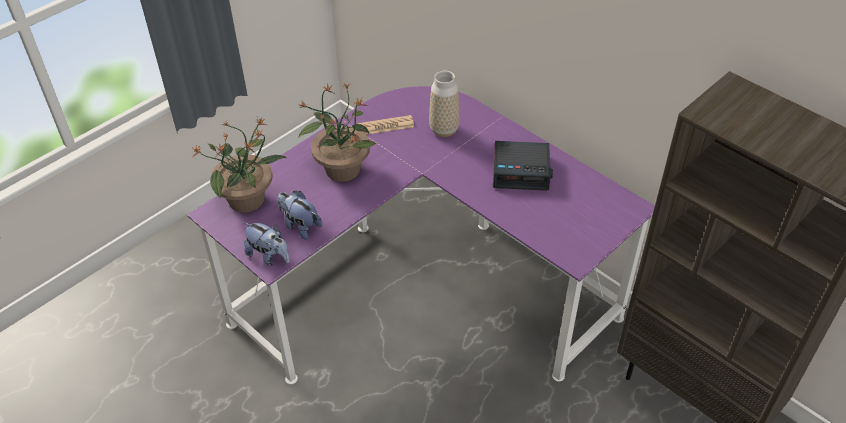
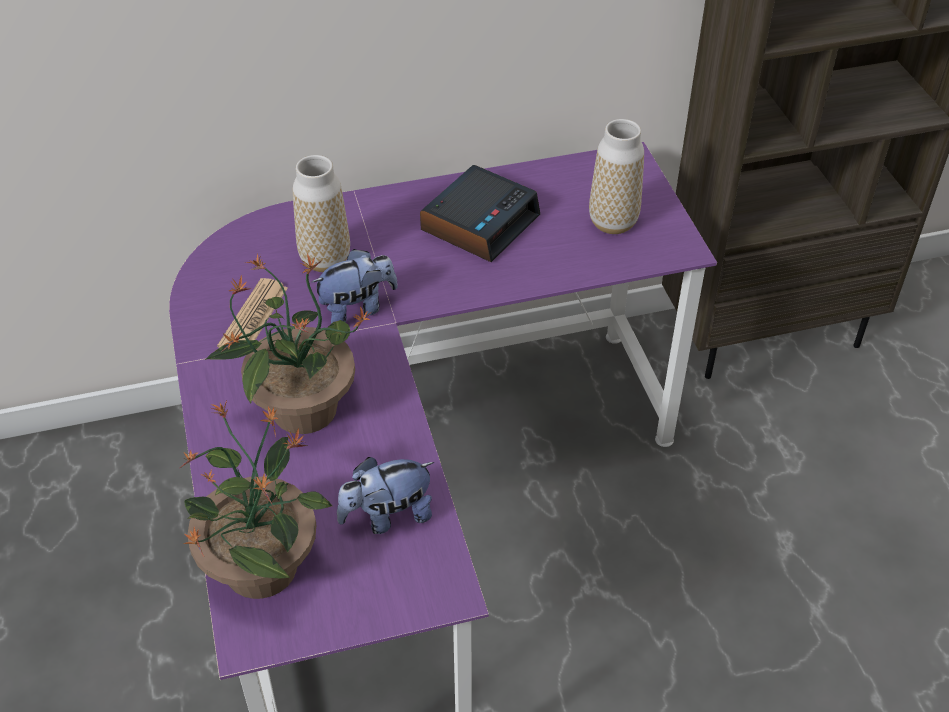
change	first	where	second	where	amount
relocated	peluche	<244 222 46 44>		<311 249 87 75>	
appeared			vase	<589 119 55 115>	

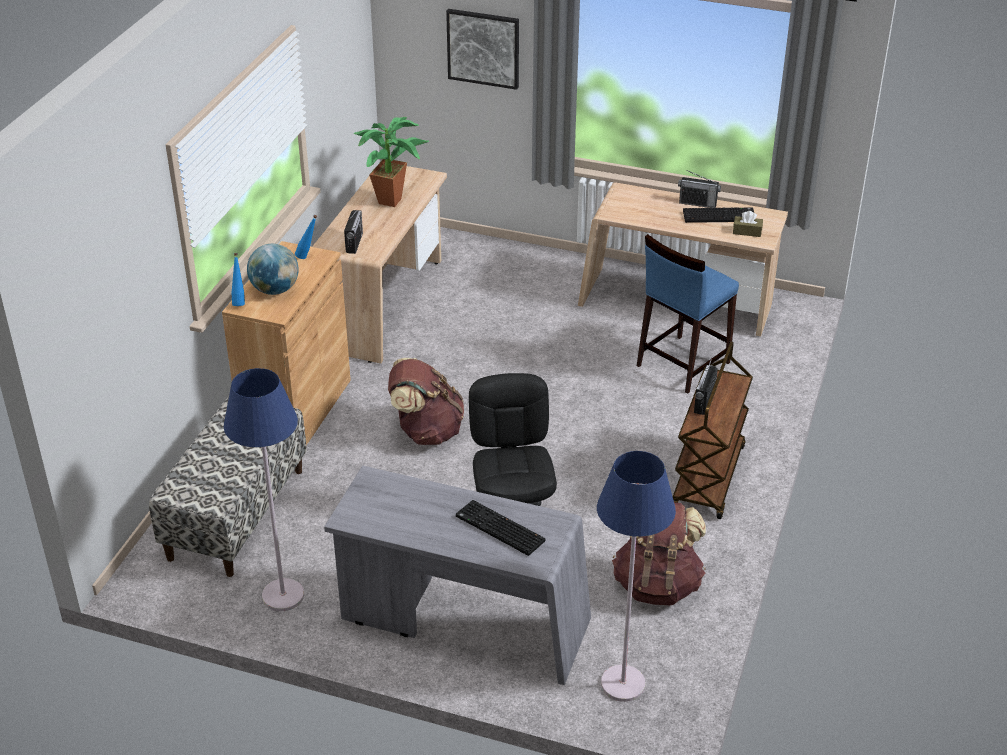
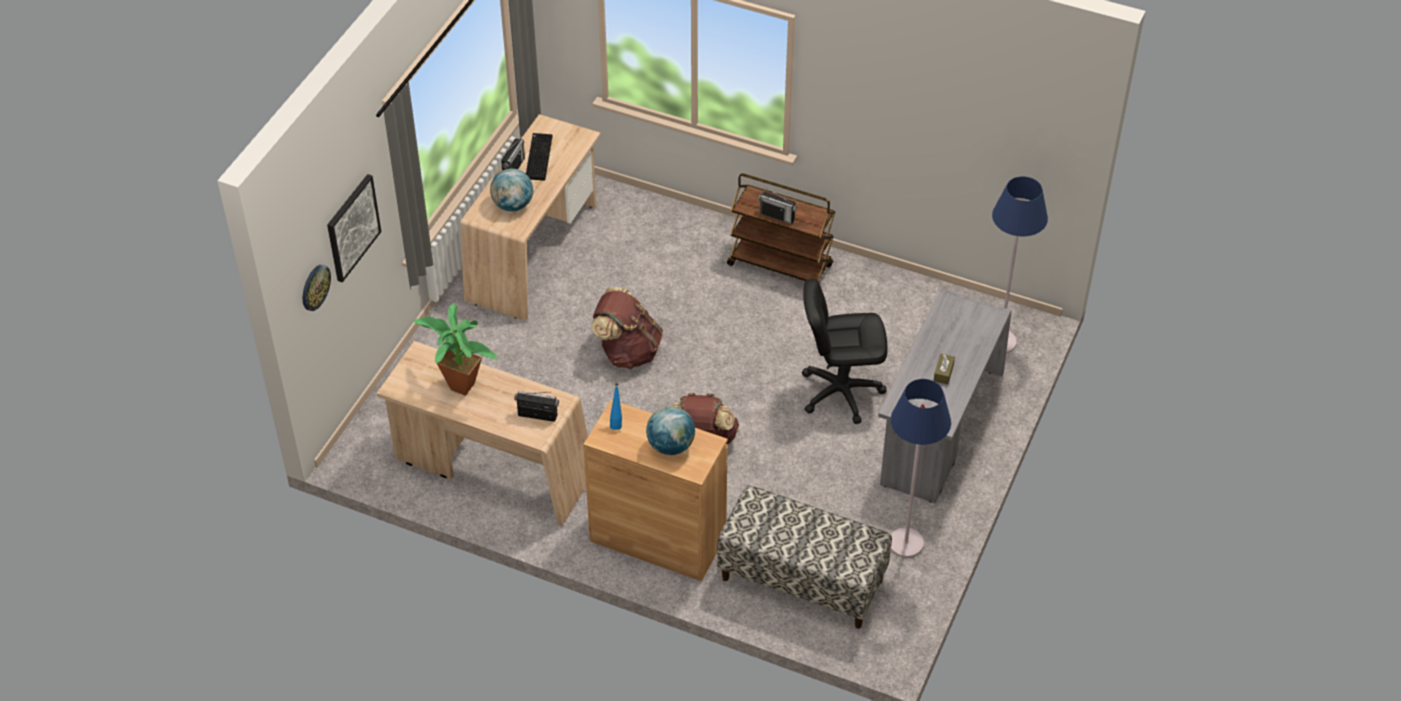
change	first	where	second	where	amount
appeared			horloge murale	<303 265 28 46>	
appeared			globe	<490 169 43 42>	
relocated	sac à dos [marron]	<612 502 94 103>		<592 287 71 82>	
relocated	boîte à mouchoirs [marron]	<733 211 30 26>		<934 354 21 31>	
missing	bouteille [bleu]	<232 253 13 53>			
missing	clavier	<456 500 89 56>			
missing	tabouret [bleu]	<637 234 102 160>			

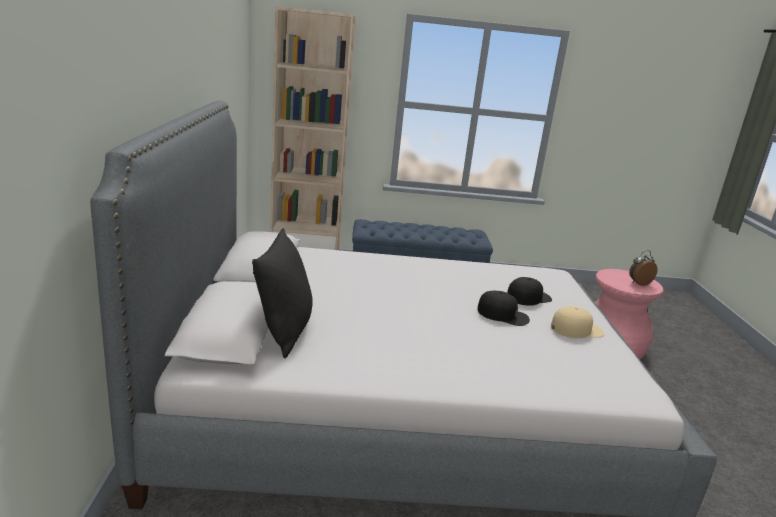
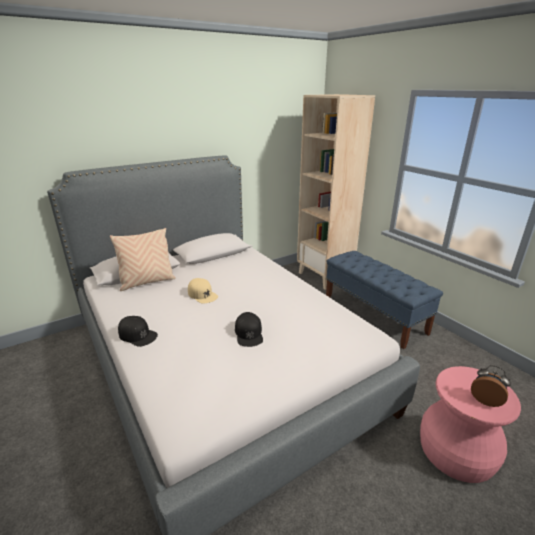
change	first	where	second	where	amount
colour	coussin [noir]	<252 228 61 130>	coussin [beige]	<110 228 66 63>	
relocated	casquette [noir]	<507 277 45 29>		<118 316 40 31>	
relocated	casquette [beige]	<551 306 53 32>		<188 278 30 26>	

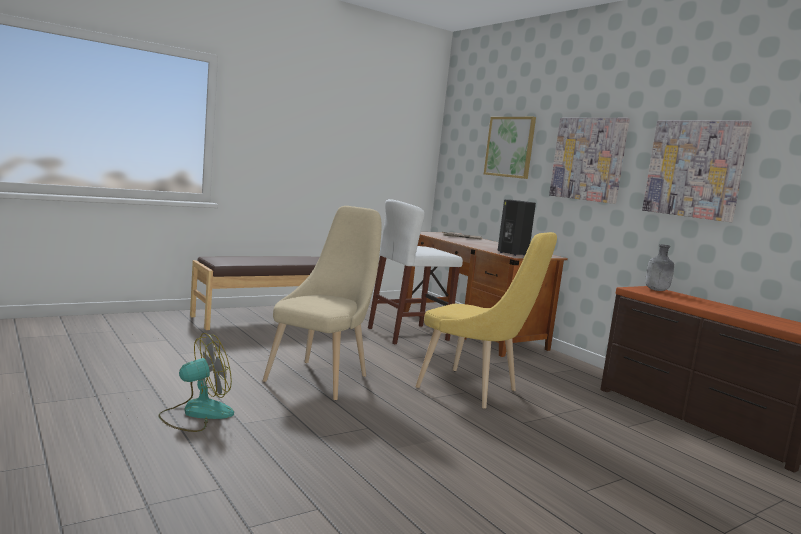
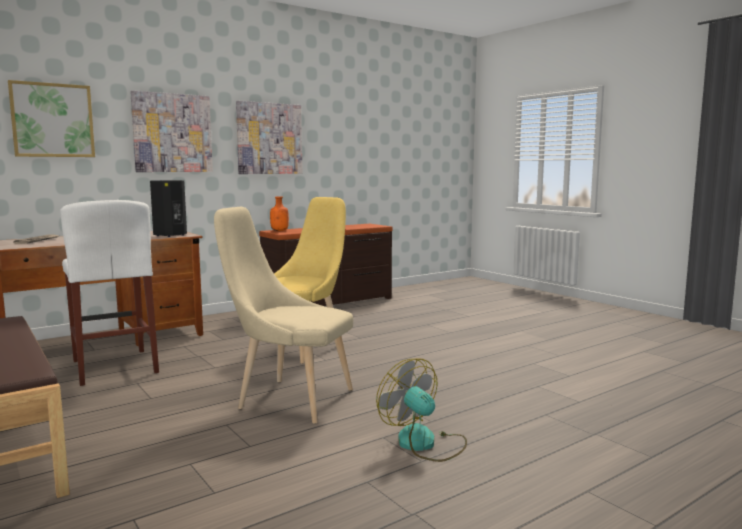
change	first	where	second	where	amount
colour	bouteille [gris]	<646 244 28 47>	bouteille [orange]	<270 196 19 35>	

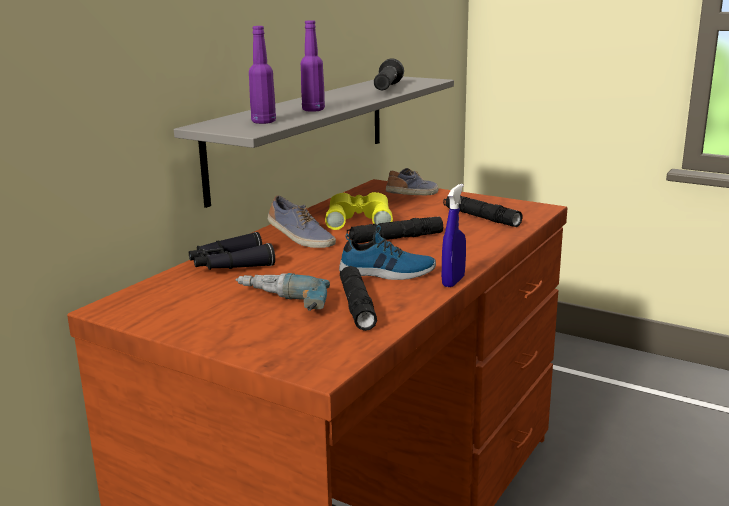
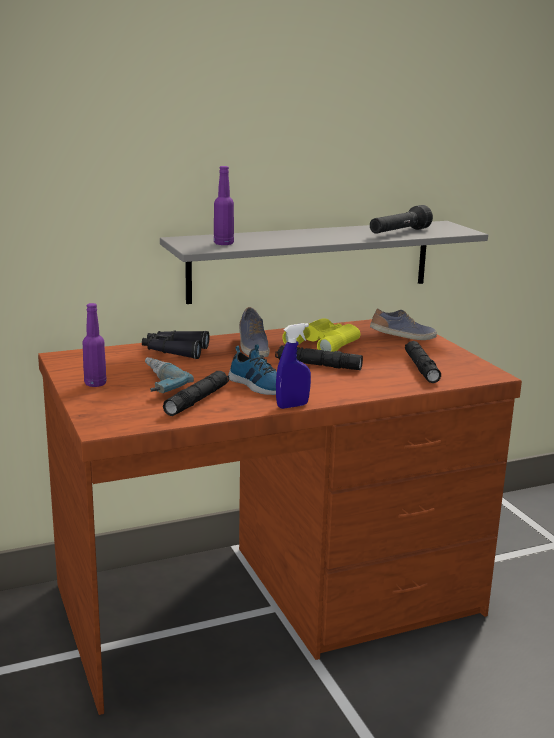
change	first	where	second	where	amount
relocated	bouteille [violet]	<301 20 24 92>		<82 303 25 84>	

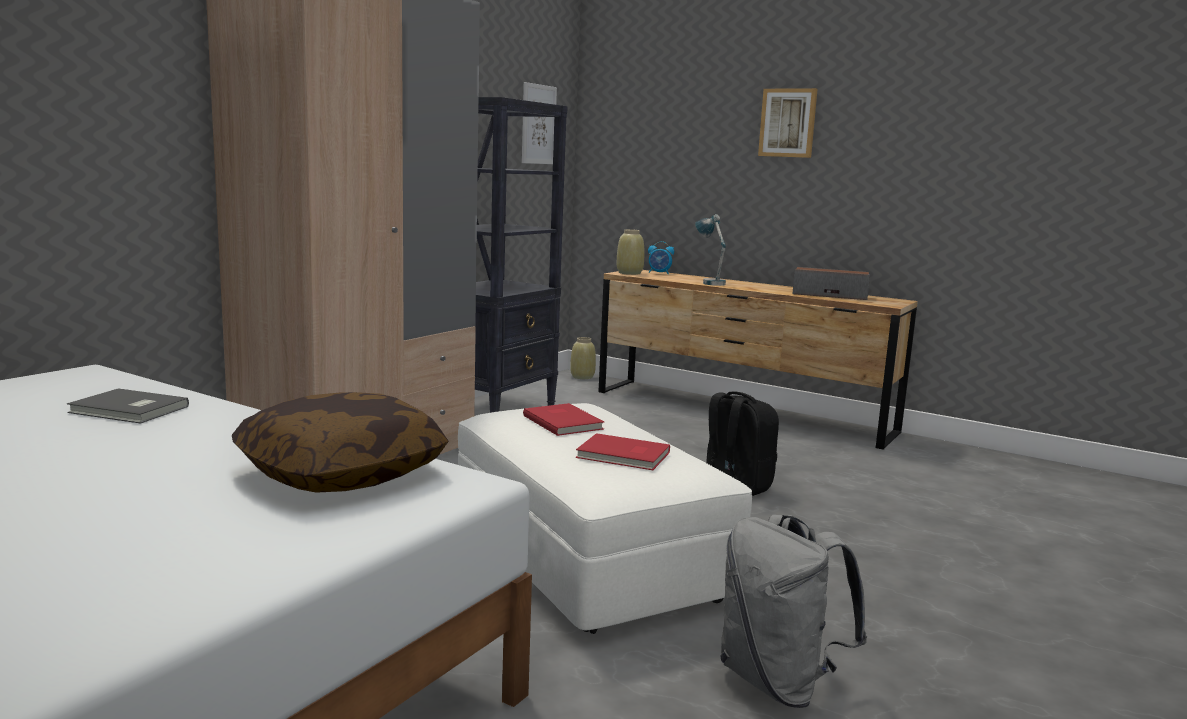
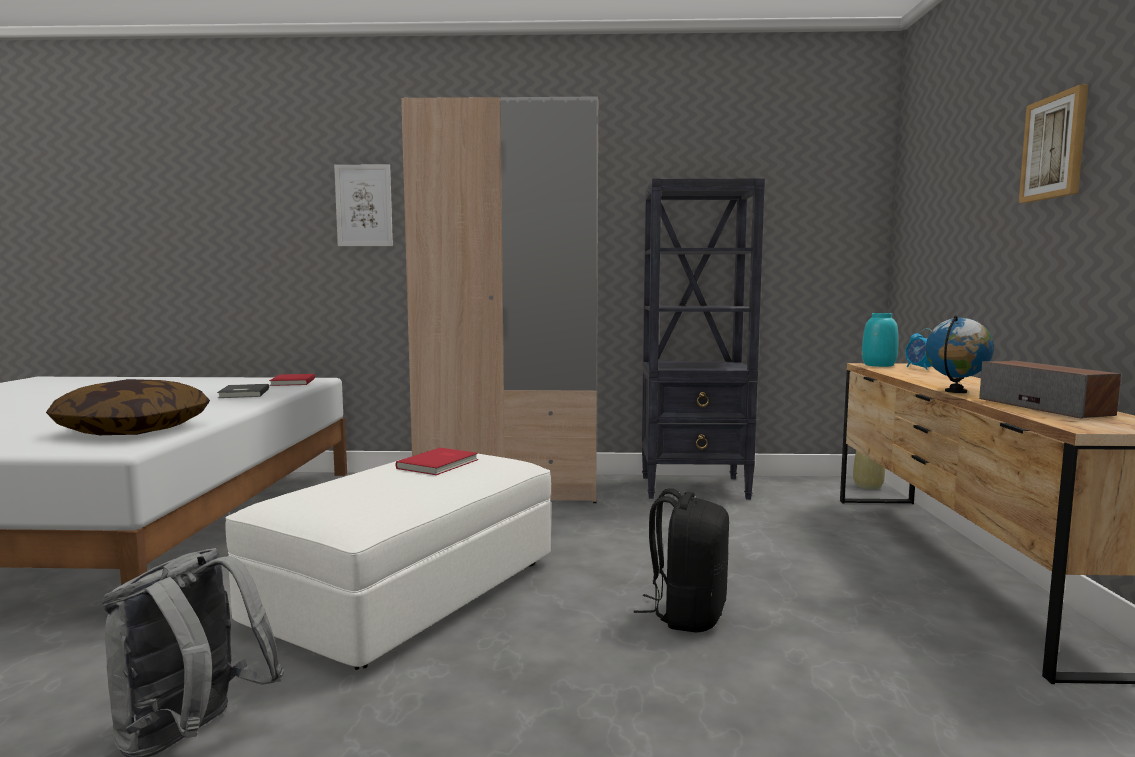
change	first	where	second	where	amount
relocated	livre [rouge]	<576 433 94 37>		<269 374 46 12>	
relocated	tableau	<522 82 35 82>		<334 164 59 82>	
colour	vase [beige]	<617 229 27 46>	vase [turquoise]	<862 313 37 54>	
appeared			globe	<926 316 68 77>	
missing	lampe de table	<695 214 31 72>			

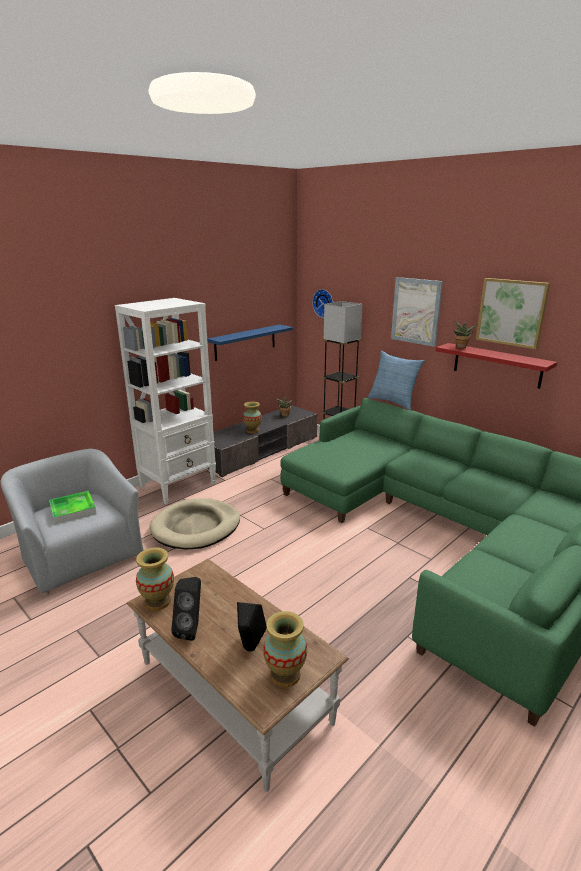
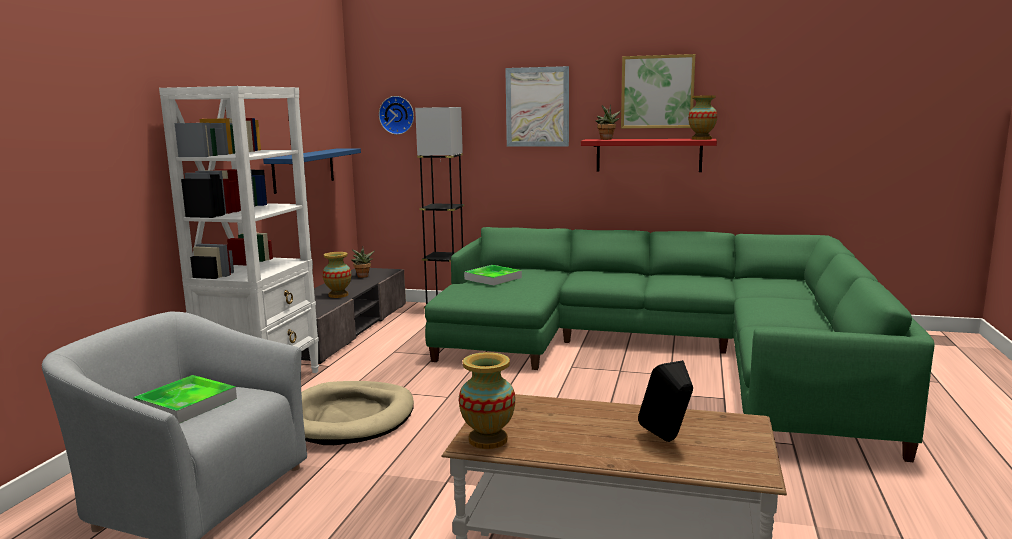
change	first	where	second	where	amount
appeared			plateau	<464 265 58 21>	
relocated	vase	<263 611 44 76>		<688 95 29 45>	
missing	enceinte [noir]	<171 577 30 64>			
missing	coussin	<368 350 57 60>			

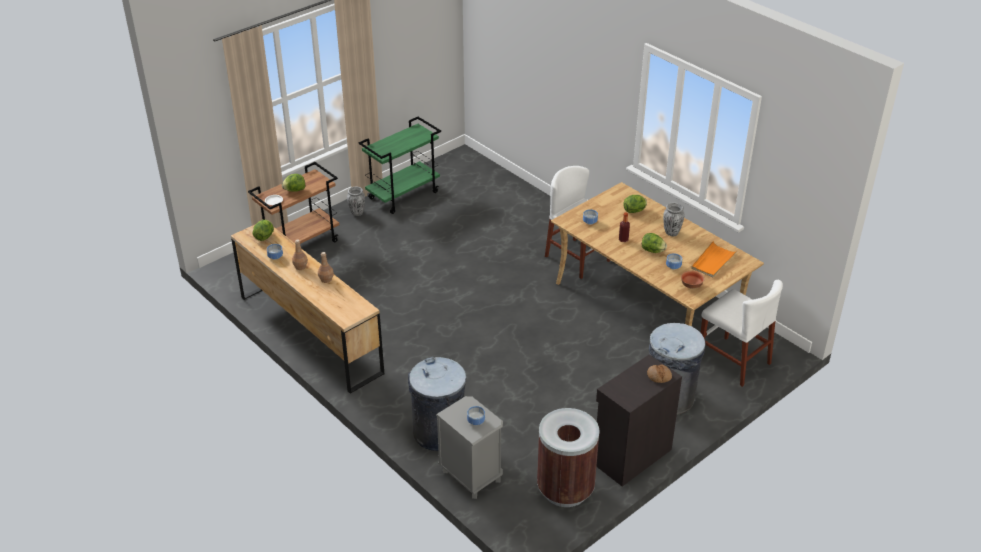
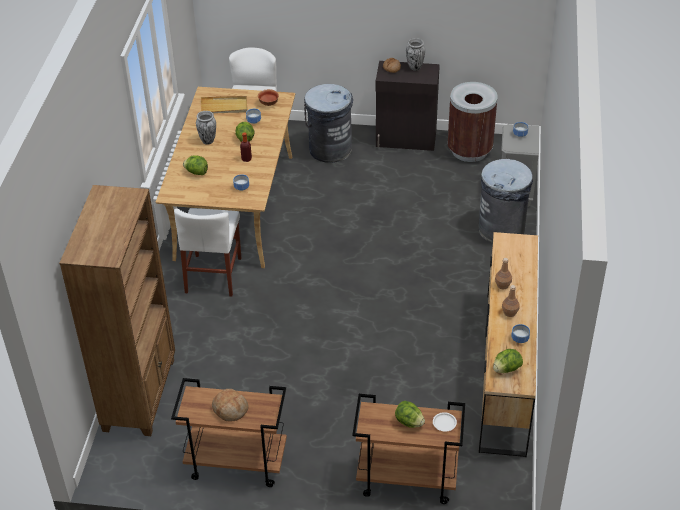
change	first	where	second	where	amount
appeared			bibliothèque [marron]	<59 185 116 251>	
colour	chariot [vert]	<359 117 82 97>	chariot [marron]	<171 378 116 109>	
colour	plateau [orange]	<691 241 46 36>	plateau [beige]	<201 96 46 17>	
appeared			pain	<212 389 36 33>	
relocated	vase	<347 187 18 29>		<406 38 19 33>	

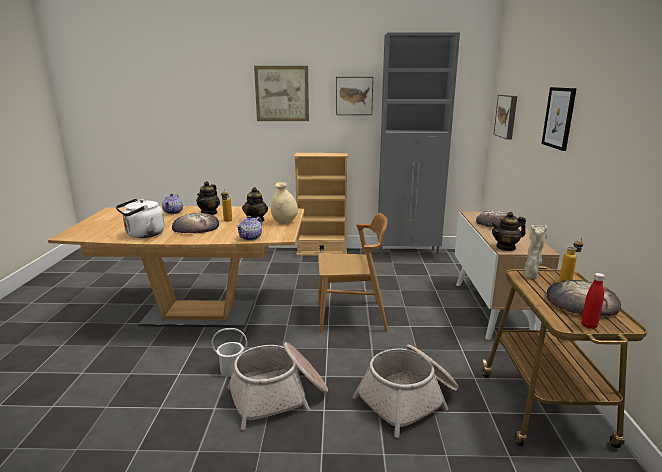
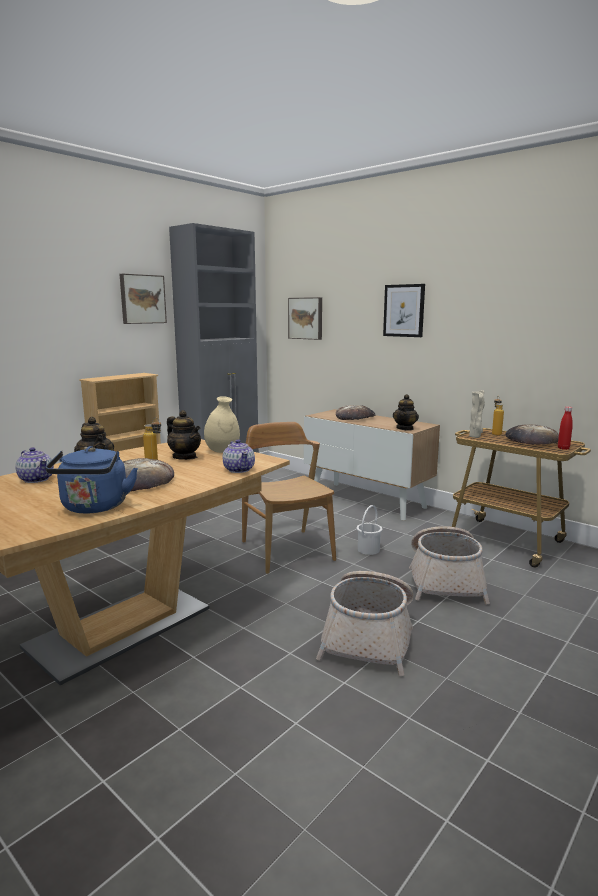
change	first	where	second	where	amount
colour	bouilloire [blanc]	<116 199 48 39>	bouilloire [bleu]	<45 446 93 68>	
spun	chaise [marron]	<318 213 70 121>		<242 422 94 152>	60 degrees counterclockwise
relocated	seau [blanc]	<212 328 35 49>		<356 505 27 50>	
missing	tableau	<254 66 55 55>			

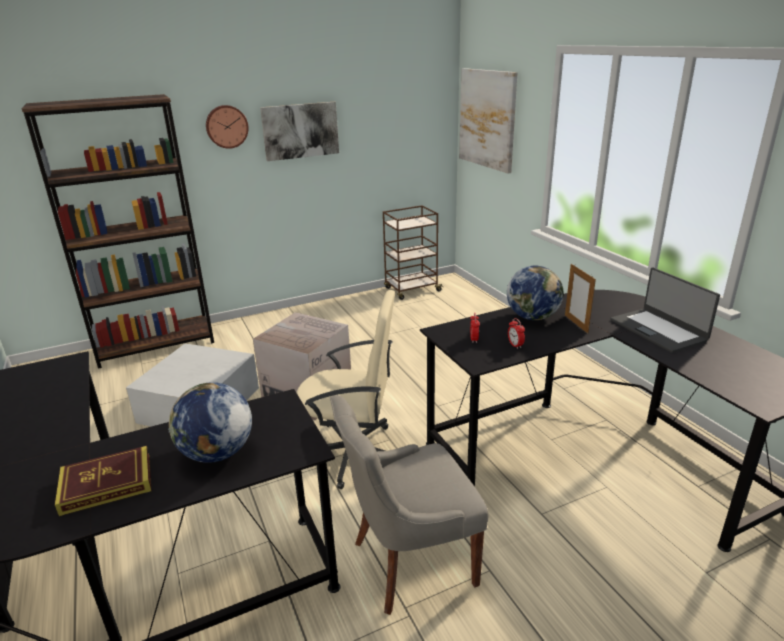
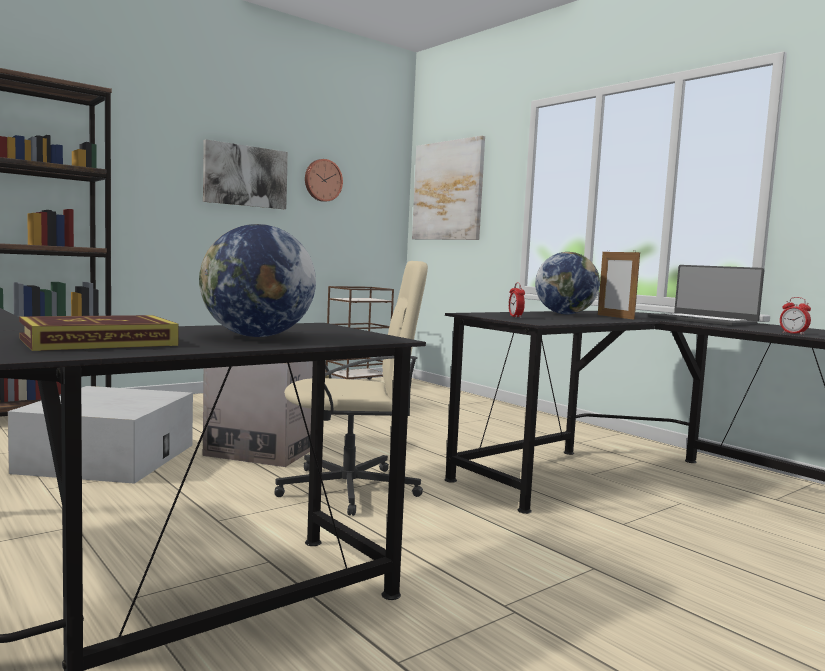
change	first	where	second	where	amount
relocated	horloge murale	<206 105 43 44>		<305 159 38 43>	
relocated	réveil	<508 318 17 31>		<780 297 31 38>	
missing	chaise [gris]	<330 395 158 220>			

